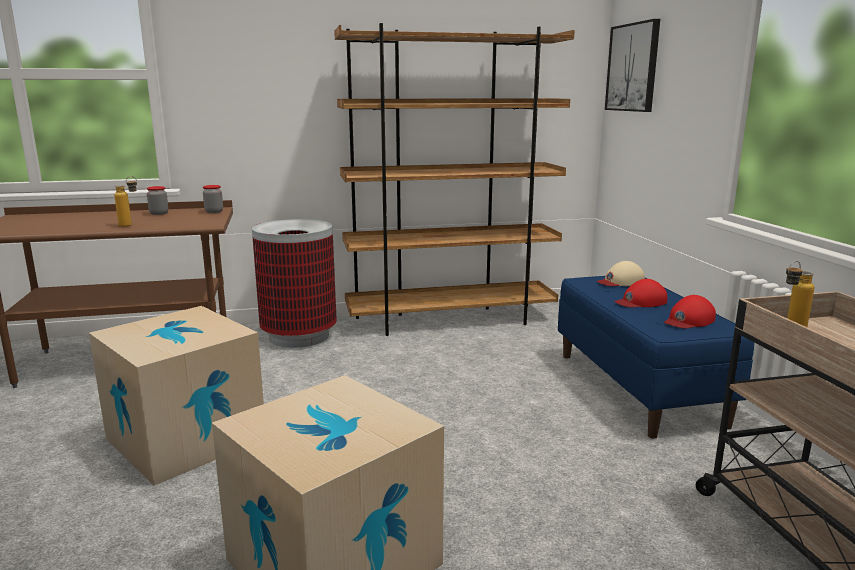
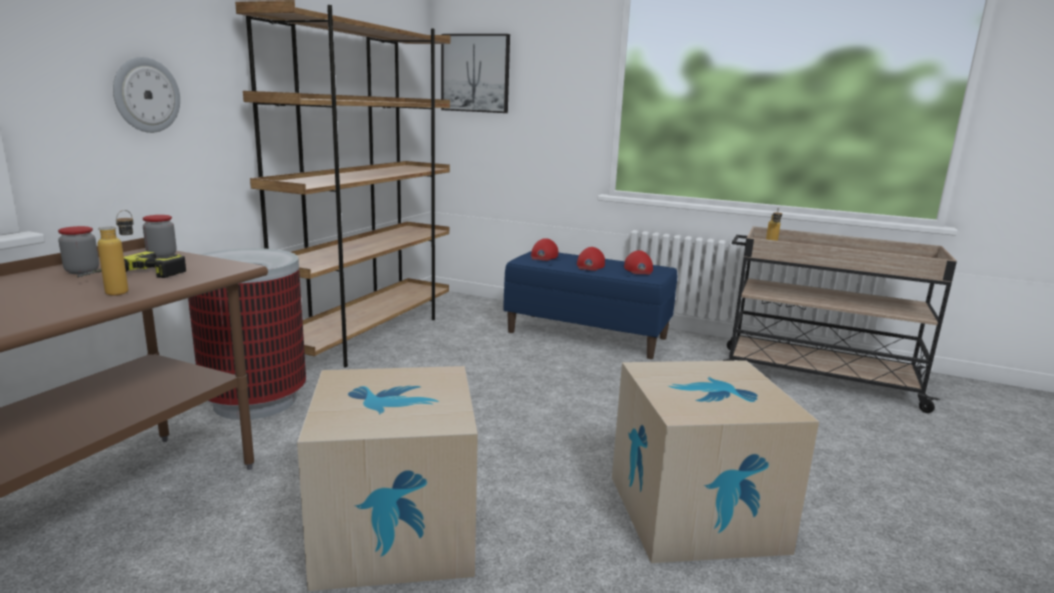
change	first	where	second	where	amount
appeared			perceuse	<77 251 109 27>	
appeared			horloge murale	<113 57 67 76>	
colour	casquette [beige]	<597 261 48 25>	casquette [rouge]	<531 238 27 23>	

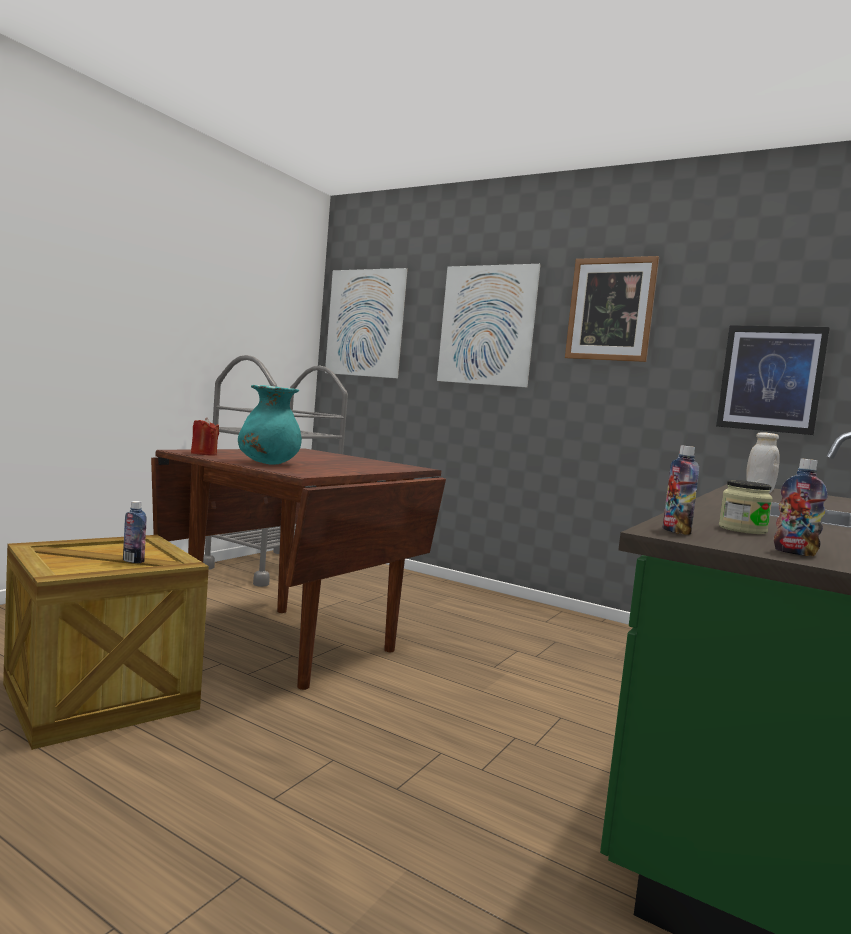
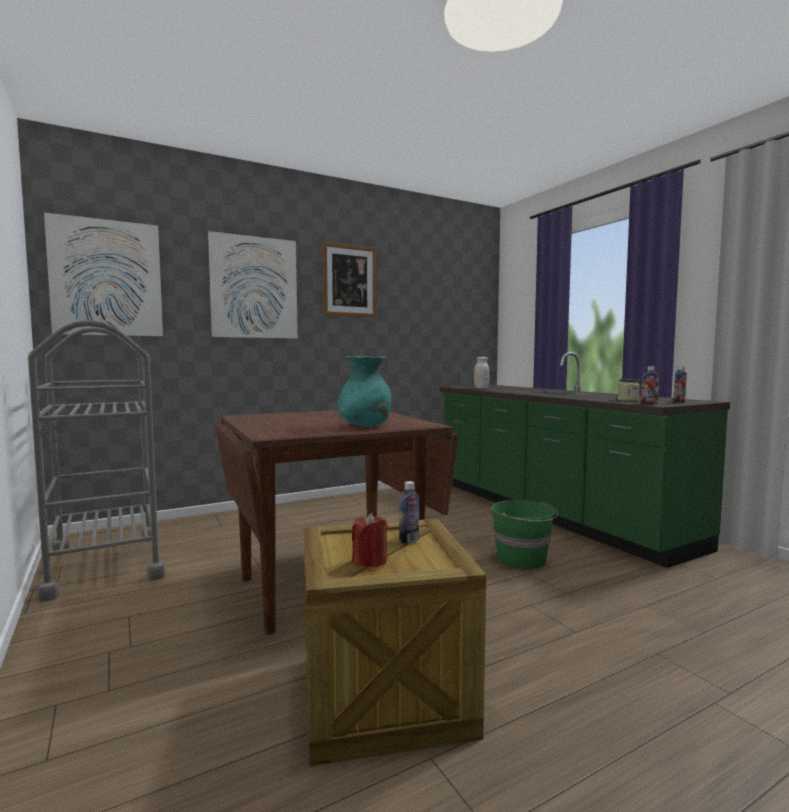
change	first	where	second	where	amount
relocated	bougie [rouge]	<191 418 28 38>		<352 513 36 55>	
appeared			seau [vert]	<491 500 67 70>	
missing	tableau	<716 325 114 110>			

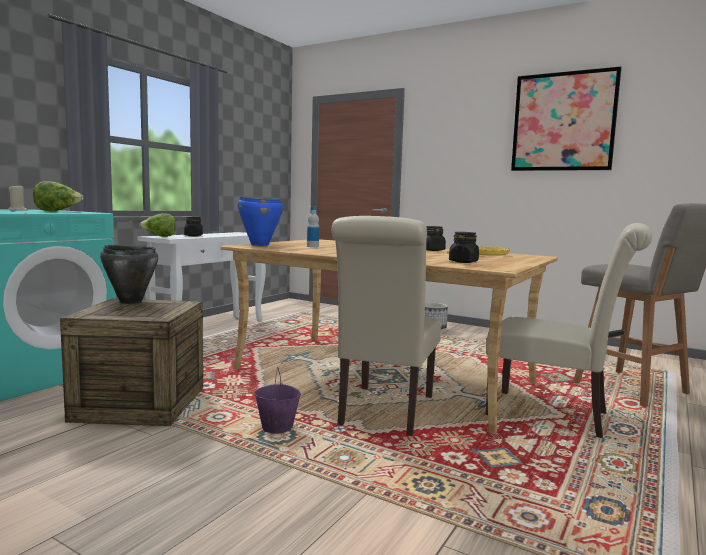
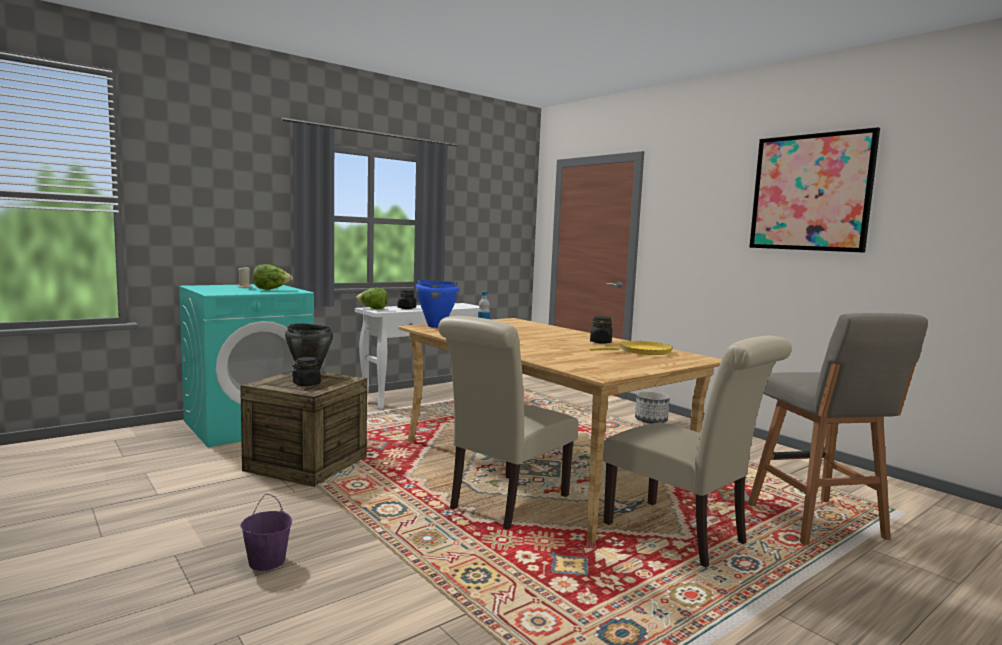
change	first	where	second	where	amount
relocated	seau [violet]	<254 367 47 67>		<240 494 52 77>	
relocated	bocal [noir]	<449 232 30 31>		<292 357 30 29>	

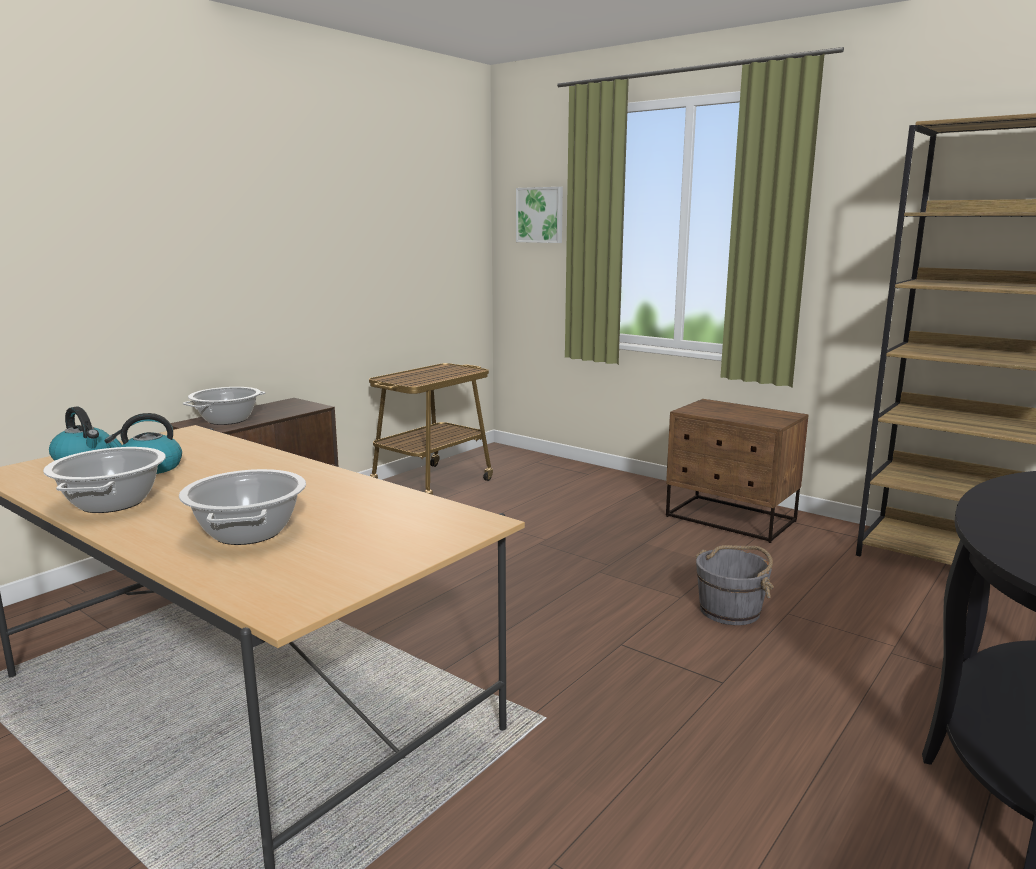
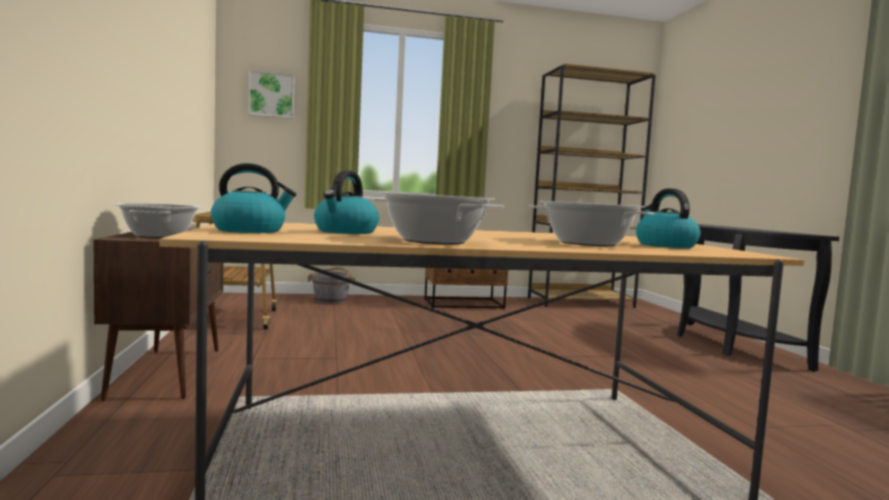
change	first	where	second	where	amount
relocated	seau [gris]	<696 545 78 80>		<307 267 48 37>	
appeared			bouilloire	<636 188 64 60>	

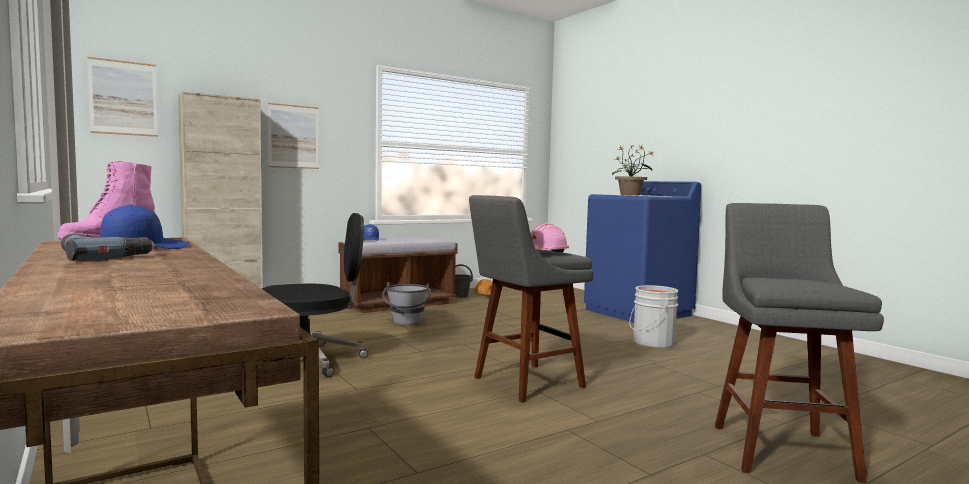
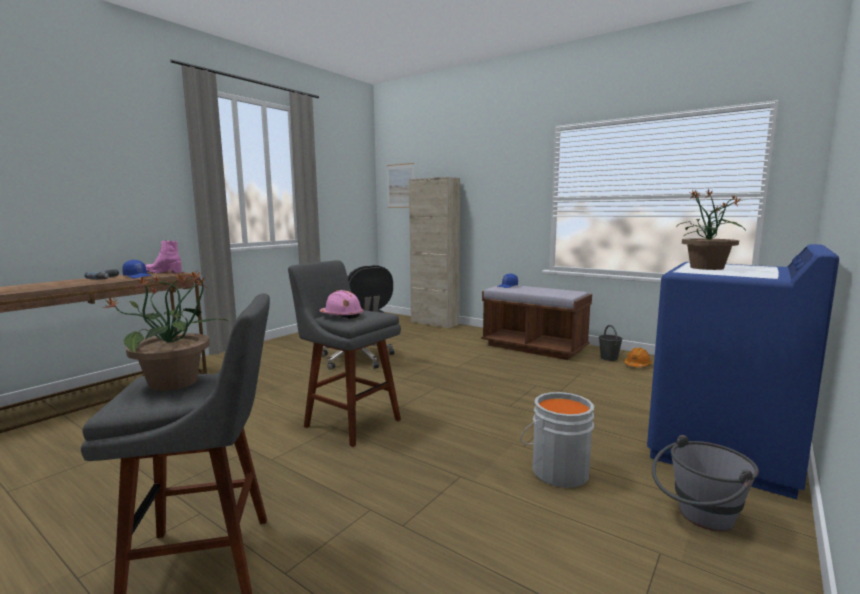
change	first	where	second	where	amount
appeared			plante en pot	<103 269 127 122>	
relocated	seau [gris]	<382 282 49 43>		<652 435 107 96>	
missing	tableau	<268 103 51 66>			

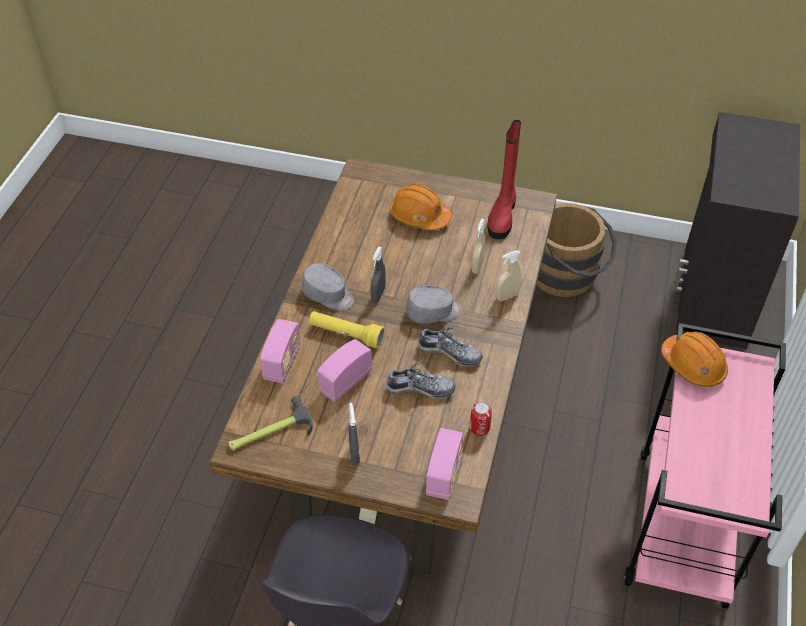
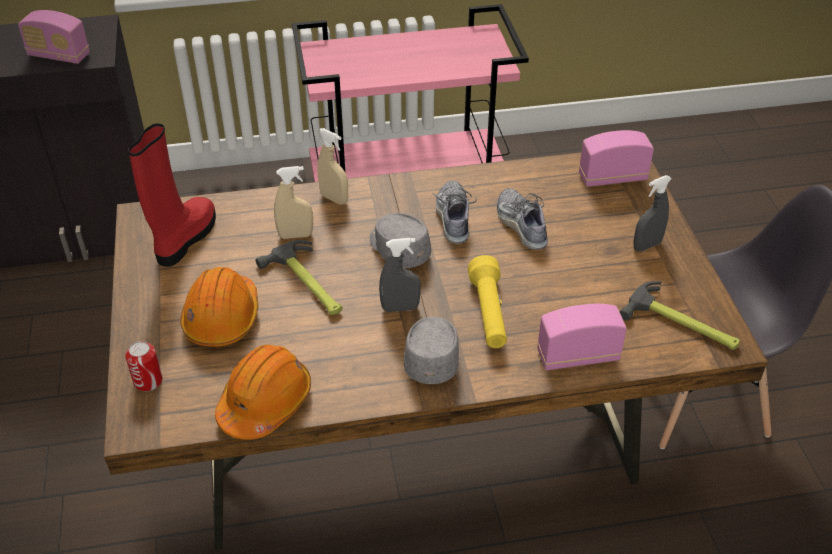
change	first	where	second	where	amount
relocated	radio	<317 339 55 63>		<18 10 72 54>	
relocated	boîte métallique	<470 402 22 34>		<125 341 37 50>	
spun	botte [rouge]	<487 120 34 119>		<128 123 88 144>	60 degrees counterclockwise
relocated	casque de chantier [orange]	<661 331 67 56>		<215 345 96 95>	
appeared			marteau	<256 240 87 75>	
missing	seau [marron]	<537 203 80 94>			

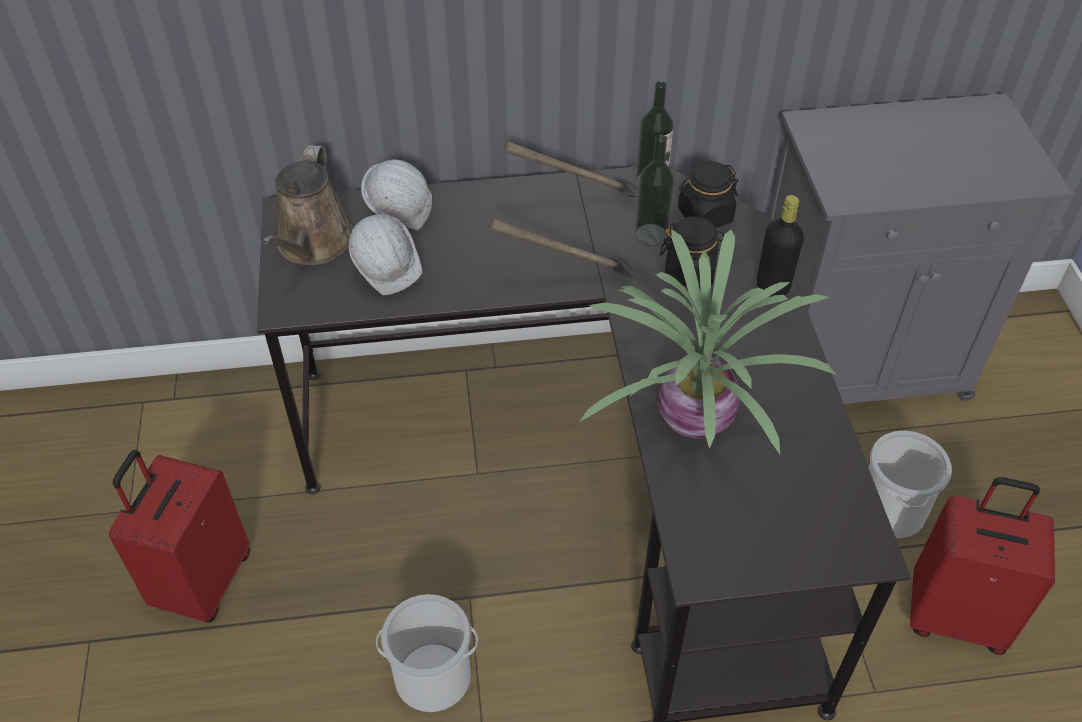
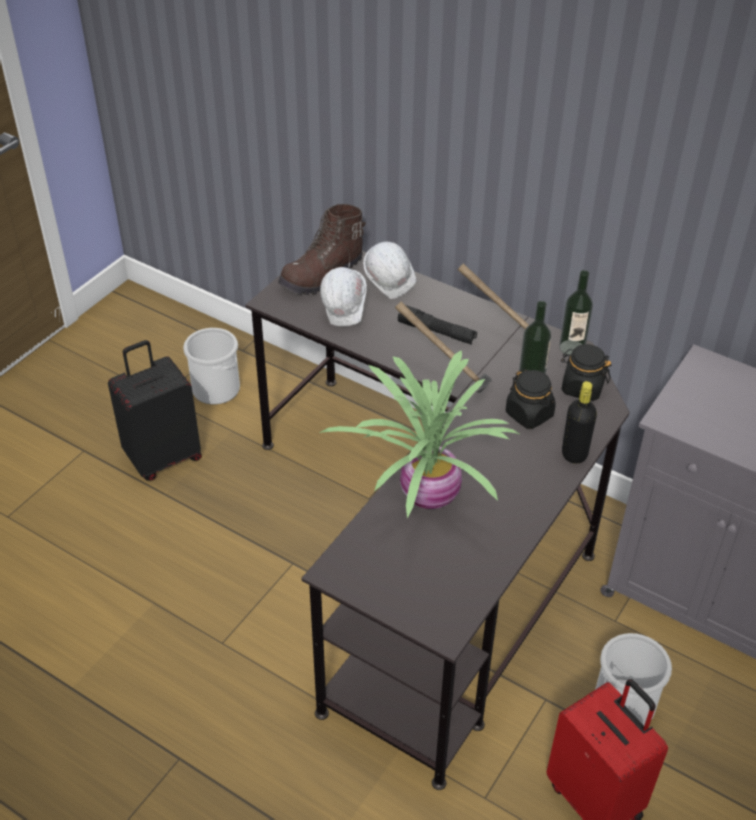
change	first	where	second	where	amount
colour	valise [rouge]	<109 450 141 173>	valise [noir]	<108 340 94 141>	
relocated	seau	<376 594 102 118>		<183 328 57 77>	
exchanged	arrosoir [marron]	<262 145 91 120>	botte [marron]	<278 204 88 91>	
appeared			lampe de poche [noir]	<398 305 79 40>	

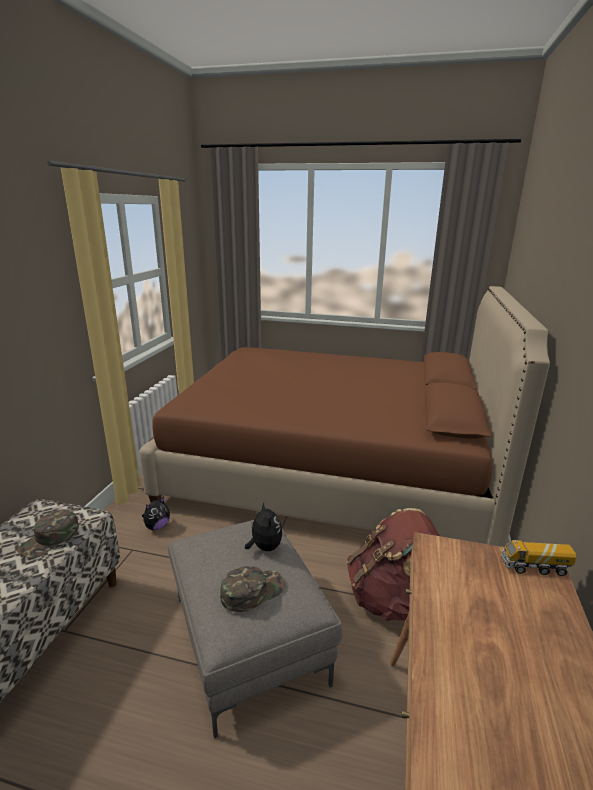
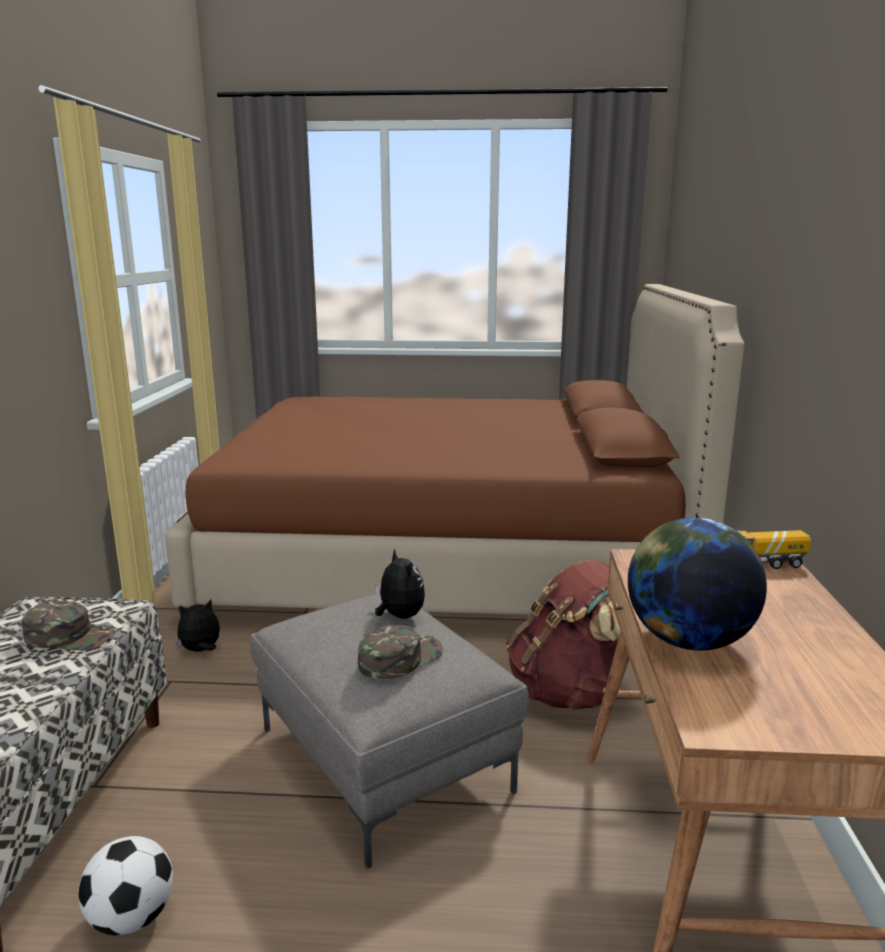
change	first	where	second	where	amount
spun	casquette [vert]	<17 509 62 49>		<22 601 96 50>	105 degrees counterclockwise
appeared			ballon de foot	<78 836 95 100>	
spun	peluche	<142 497 28 33>		<176 600 44 52>	150 degrees counterclockwise
appeared			globe	<628 517 139 134>	

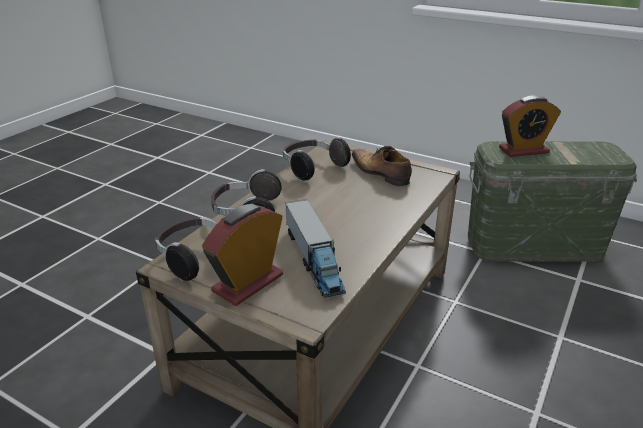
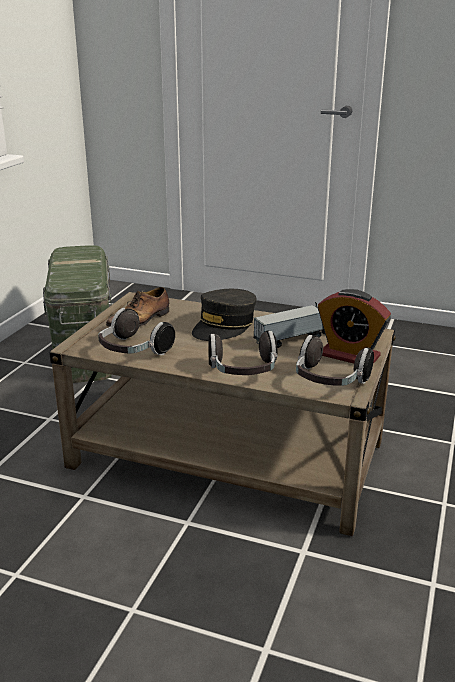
change	first	where	second	where	amount
appeared			casquette [gris]	<192 289 65 52>	
missing	réveil	<499 95 62 62>			

